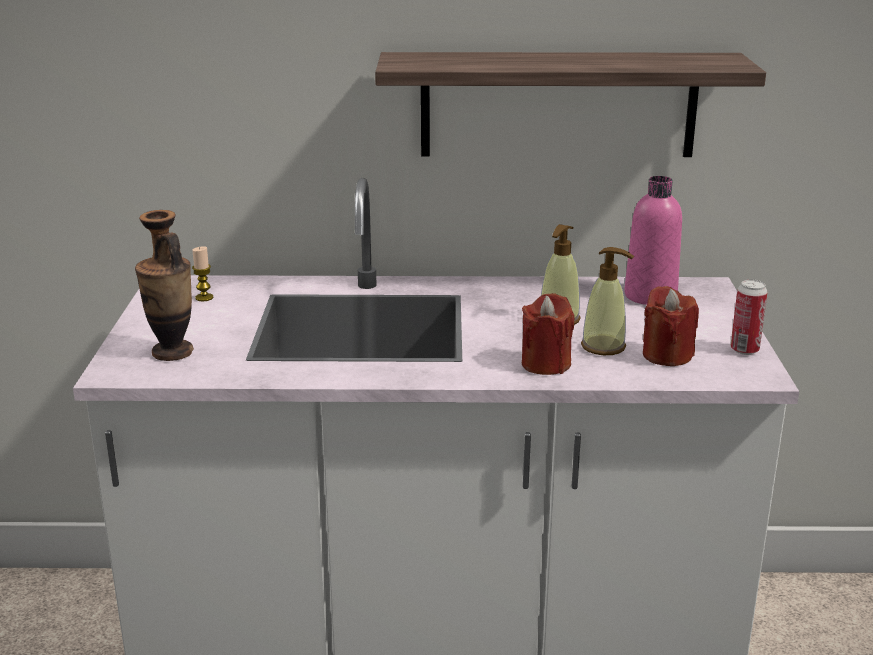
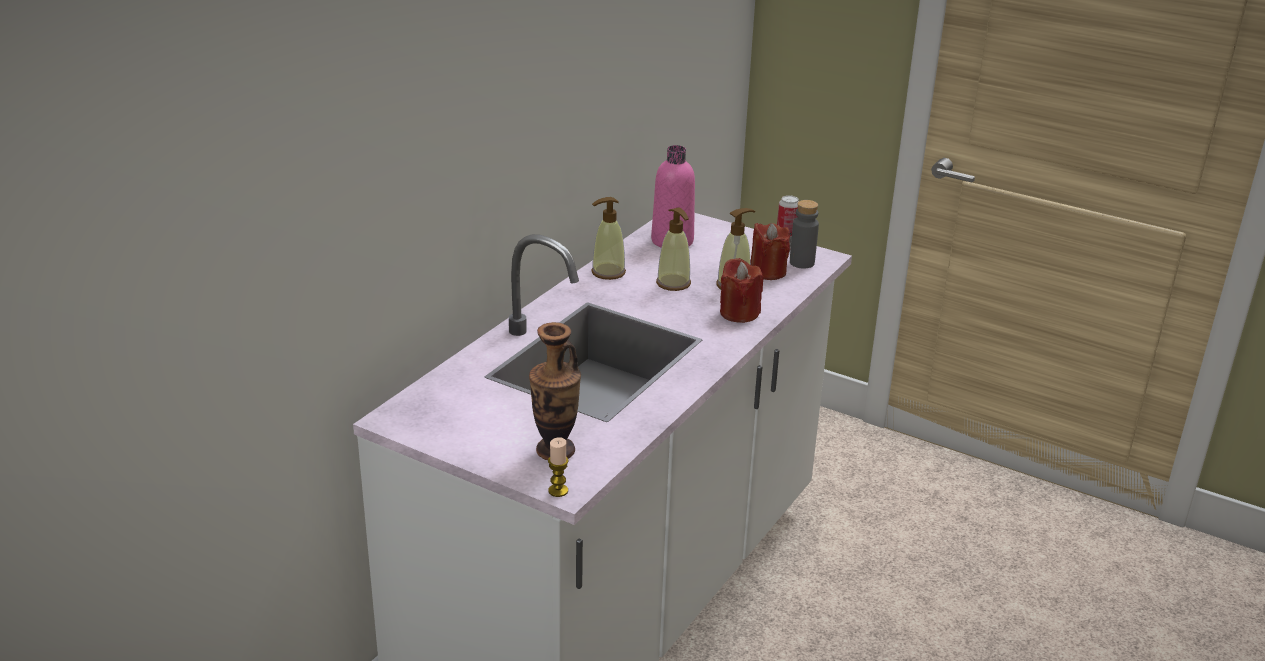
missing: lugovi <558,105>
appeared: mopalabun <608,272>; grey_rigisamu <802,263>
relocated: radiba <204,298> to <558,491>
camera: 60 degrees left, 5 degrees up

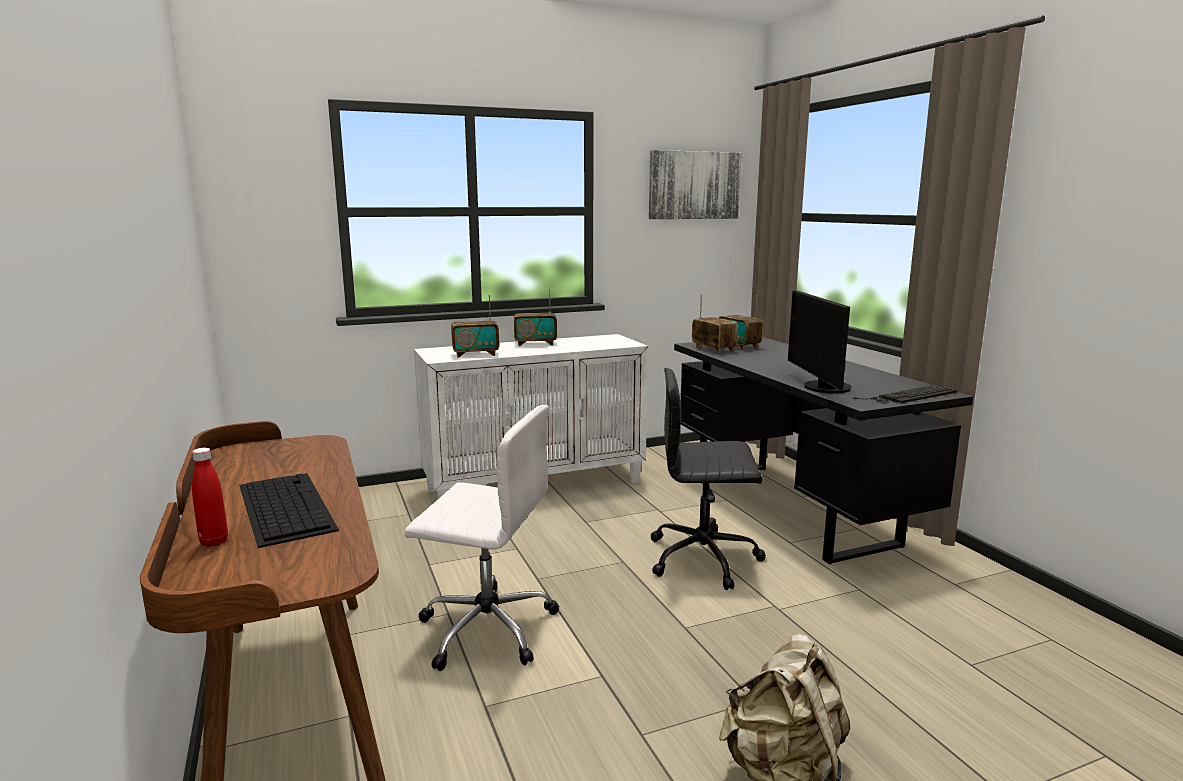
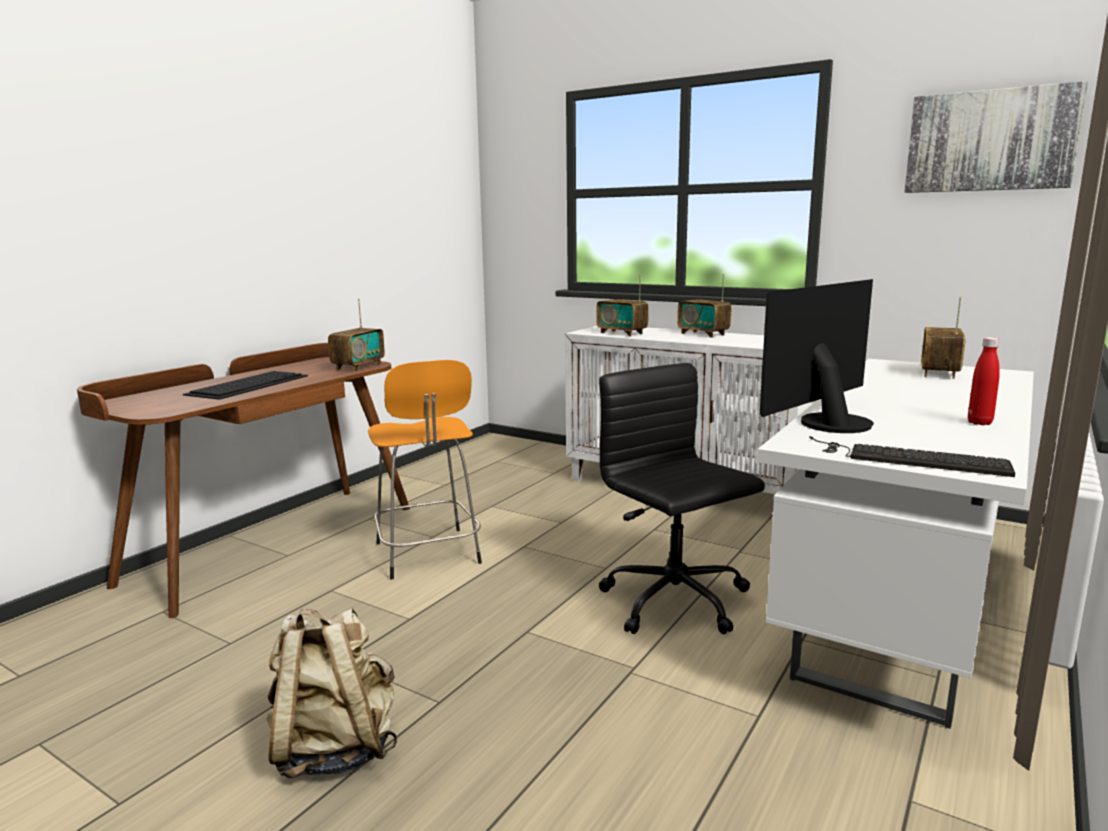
relocated: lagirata <713,349> to <358,366>; red_rigisamu <214,542> to <979,423>
exchanged: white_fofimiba <485,628> to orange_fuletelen <428,555>
colour: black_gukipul <791,508> to white_gukipul <900,617>
camera: 55 degrees right, 0 degrees up

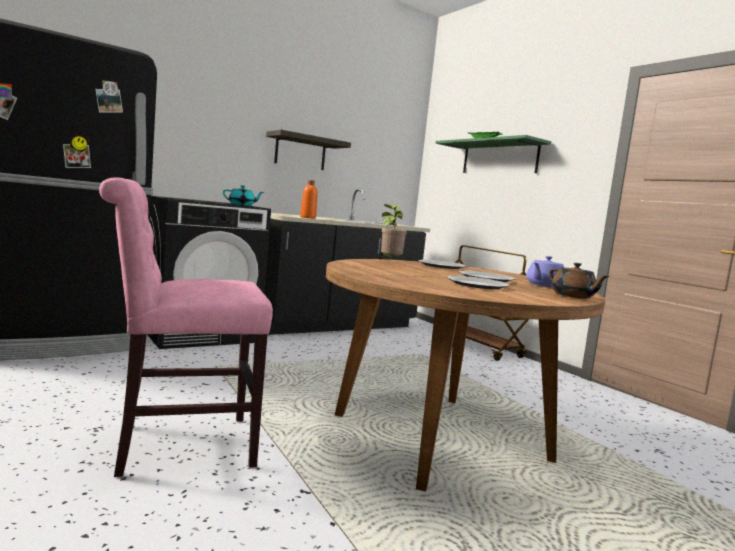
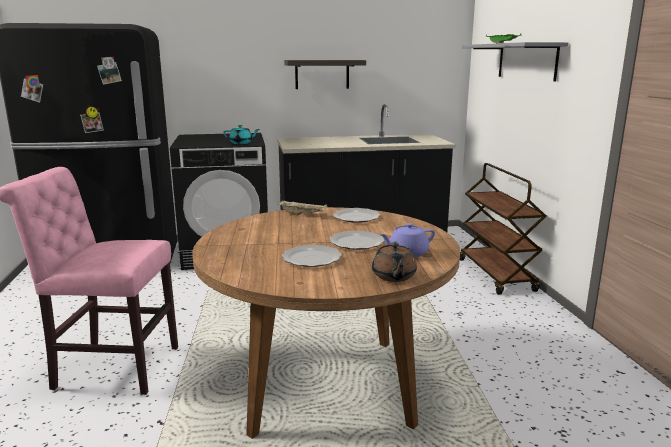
missing: orange_rigisamu <308,217>
exchanged: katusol <389,262> to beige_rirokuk <303,214>
colour: green_lugovi <499,158> to grey_lugovi <526,61>
camera: 25 degrees right, 10 degrees up

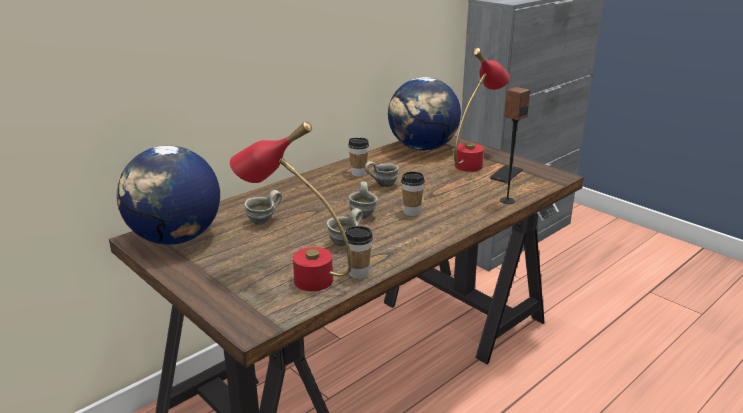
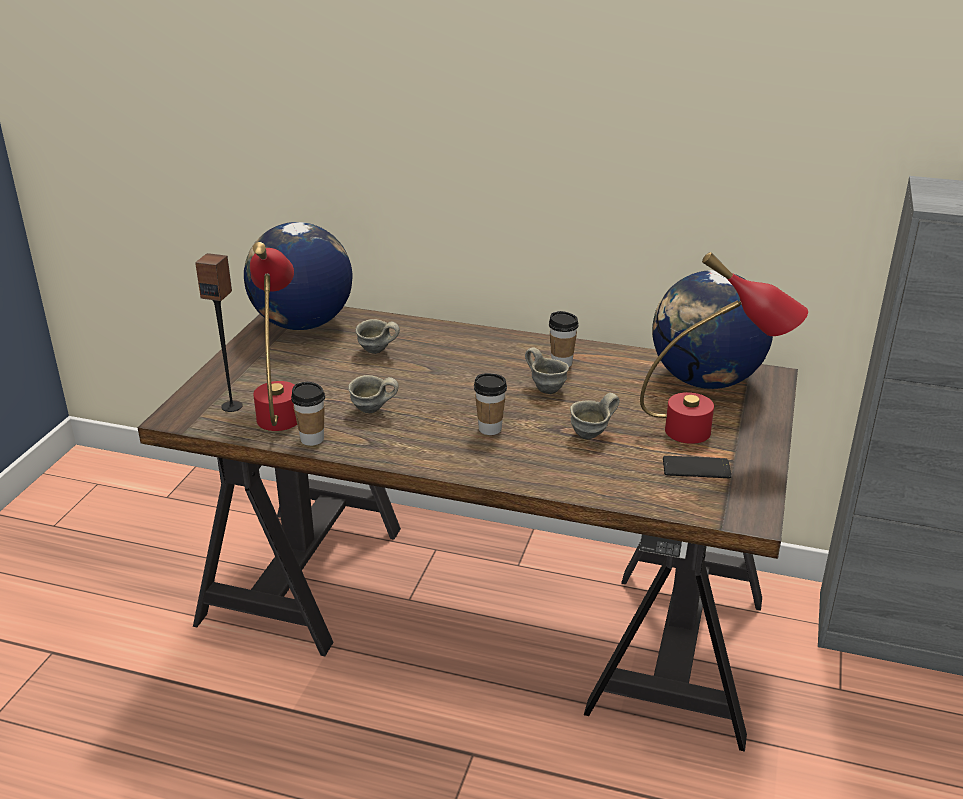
relocated: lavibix <507,201> to <232,406>; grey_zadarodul <364,214> to <593,435>
camera: 60 degrees right, 5 degrees up

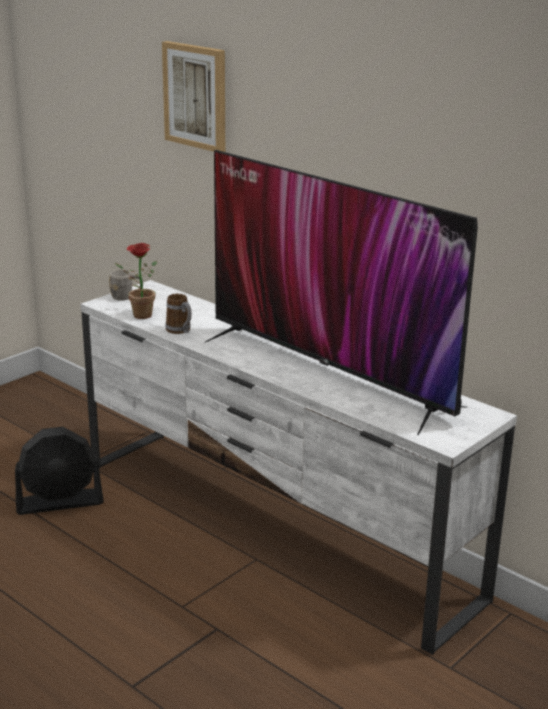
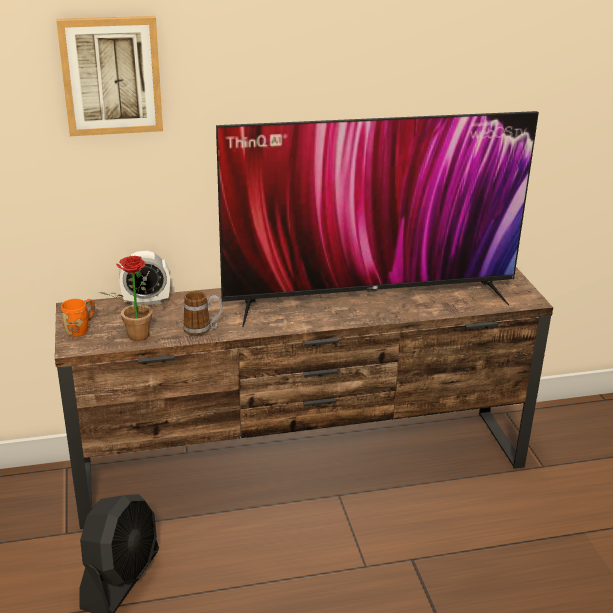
appeared: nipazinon <146,301>
colour: grey_zadarodul <126,297> to orange_zadarodul <81,329>; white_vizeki <273,527> to brown_vizeki <305,466>
camera: 55 degrees left, 5 degrees up

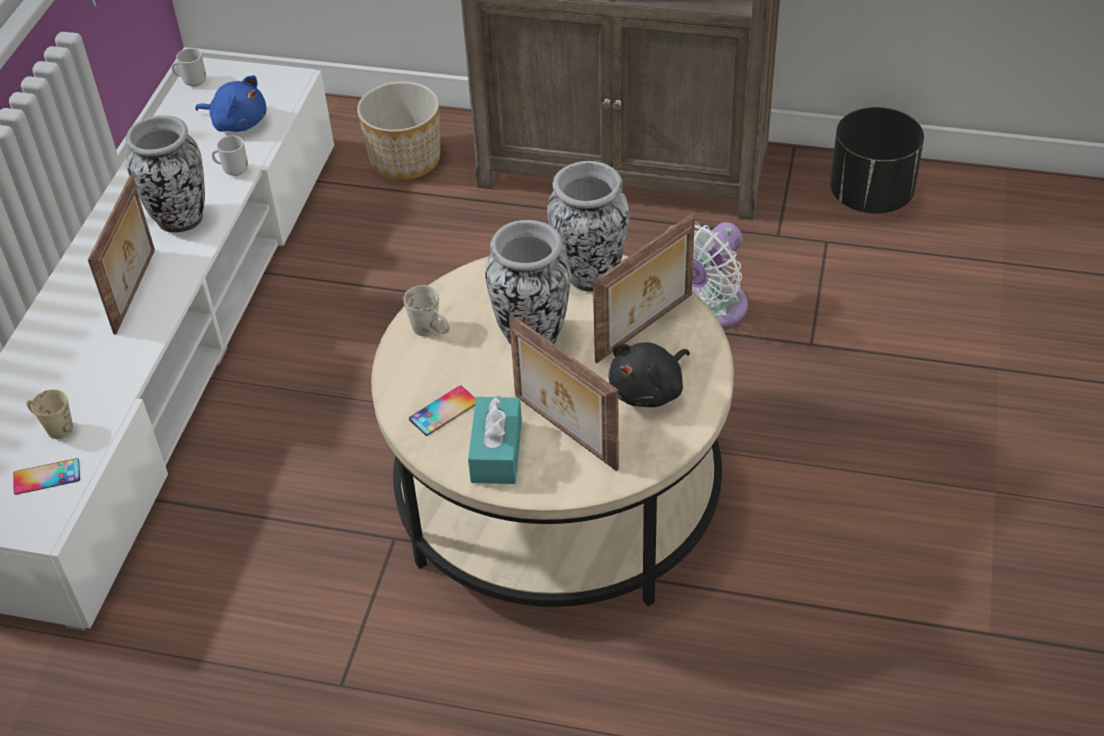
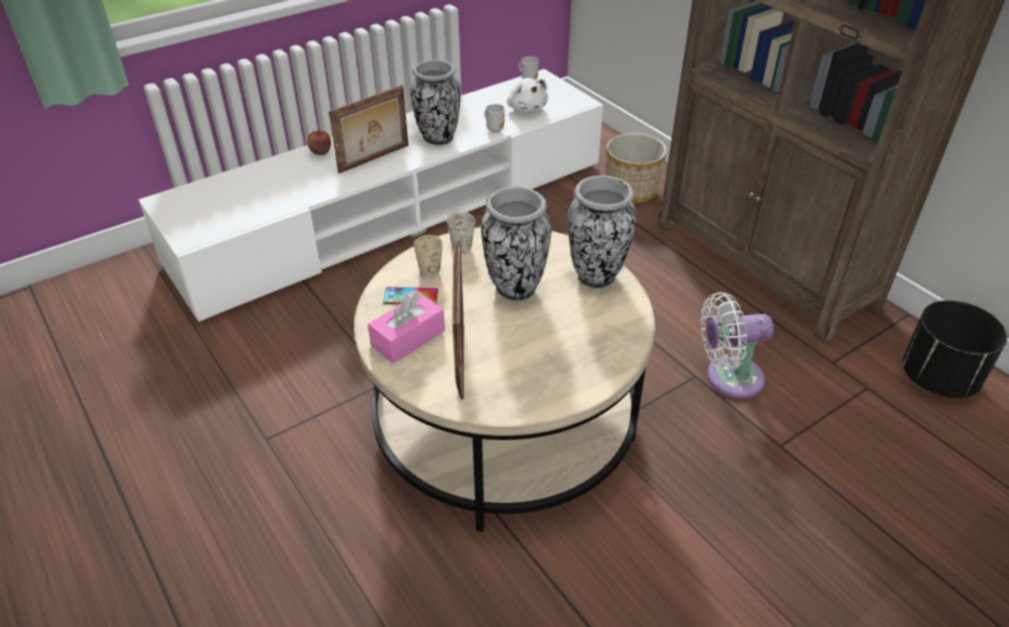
missing: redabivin <646,329>; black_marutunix <649,390>; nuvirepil <47,477>
appeared: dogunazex <321,153>
relocated: beige_zadarodul <53,427> to <427,266>
colour: blue_marutunix <238,122> to white_marutunix <526,108>; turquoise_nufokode <496,451> to pink_nufokode <408,338>
camera: 40 degrees right, 5 degrees down

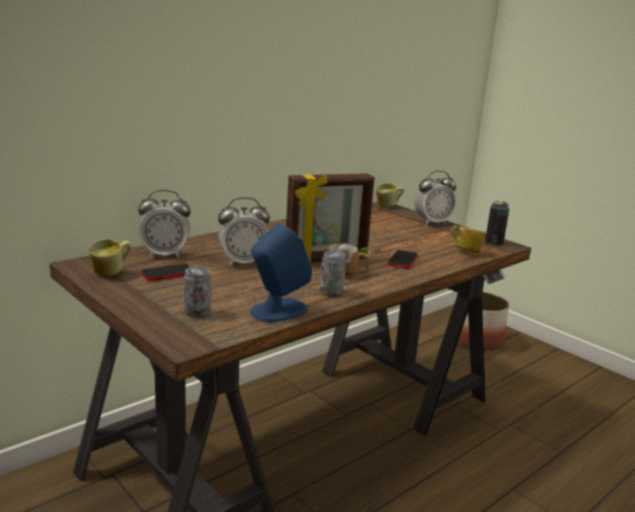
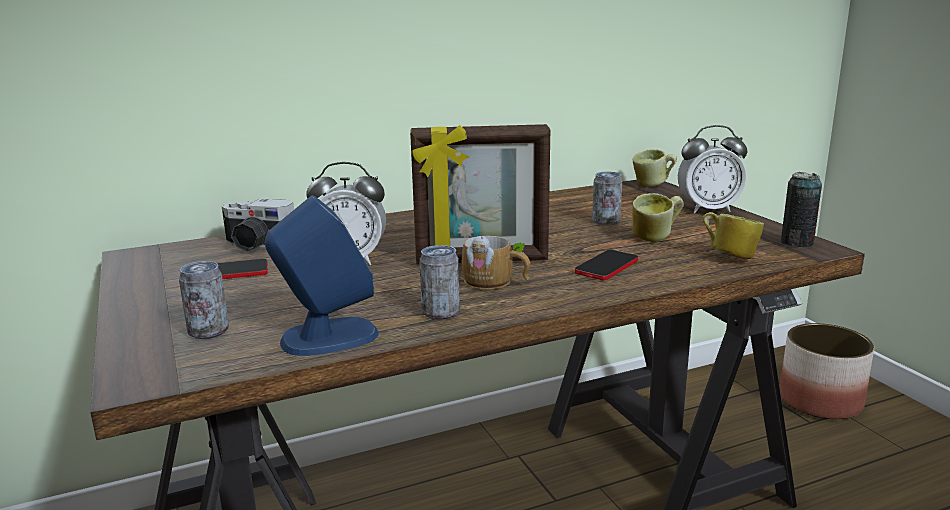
appeared: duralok <606,221>
relocated: zadarodul <111,273> to <656,238>
exchanged: nipazinon <165,254> to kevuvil <257,246>
camera: 20 degrees right, 0 degrees up

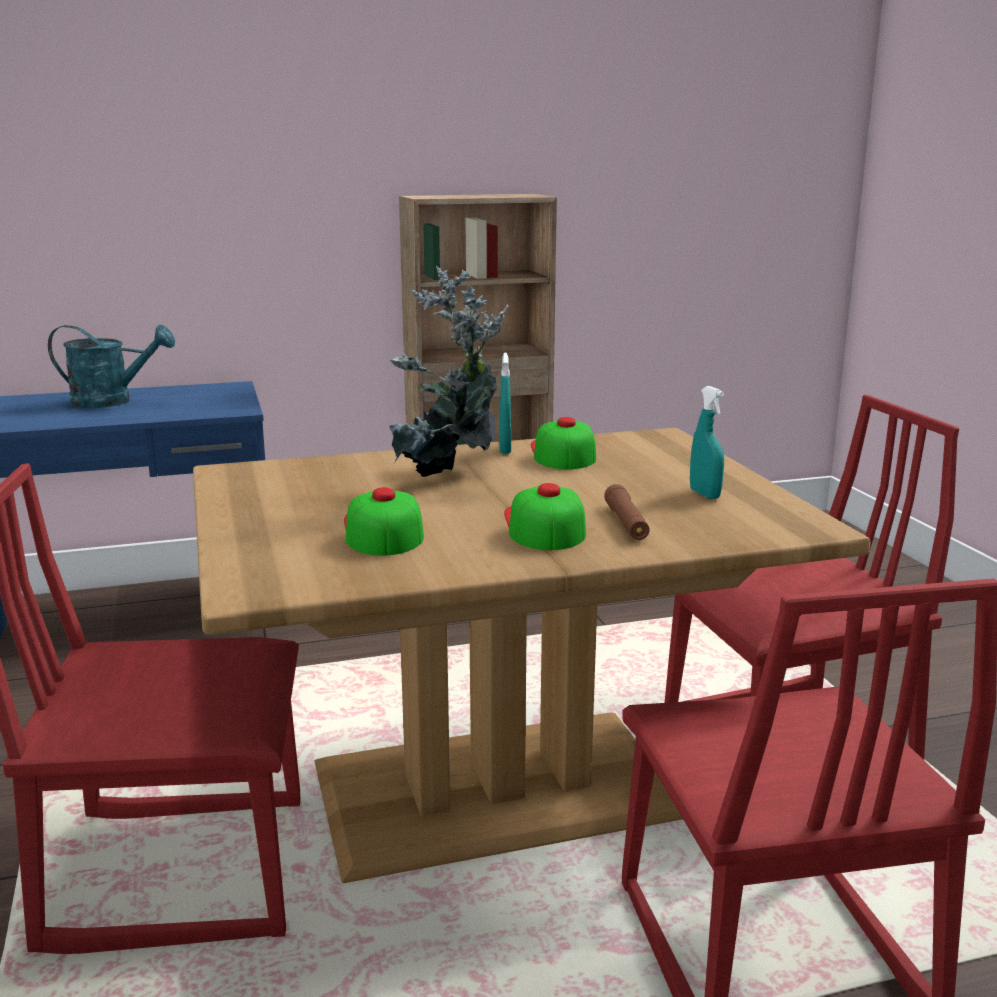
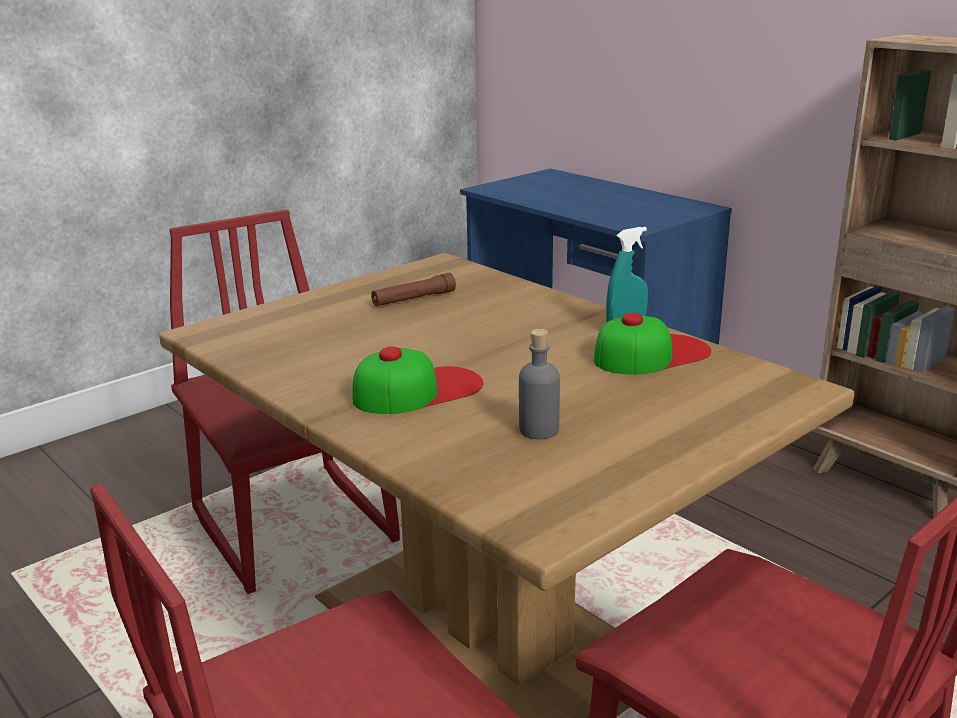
missing: katusol <450,478>; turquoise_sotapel <112,401>; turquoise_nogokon <704,494>; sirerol <382,529>
appeared: grey_rigisamu <538,430>
relocated: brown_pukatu <626,523> to <413,299>
camera: 65 degrees right, 5 degrees up

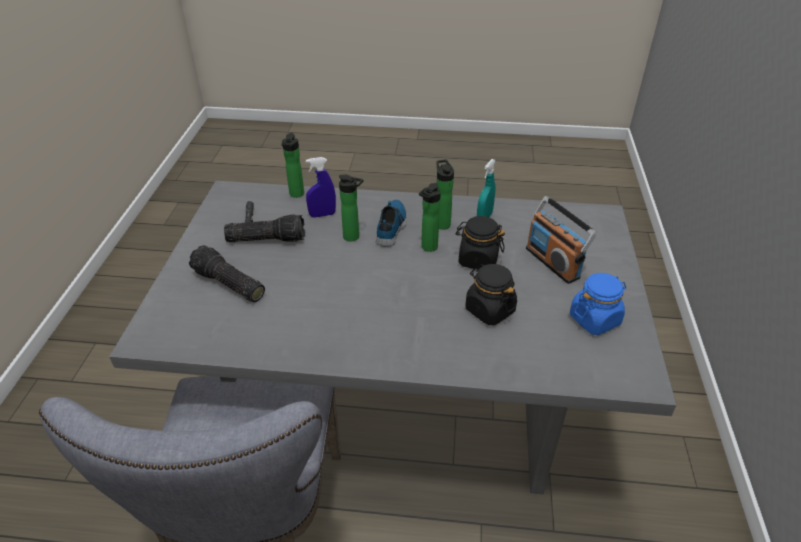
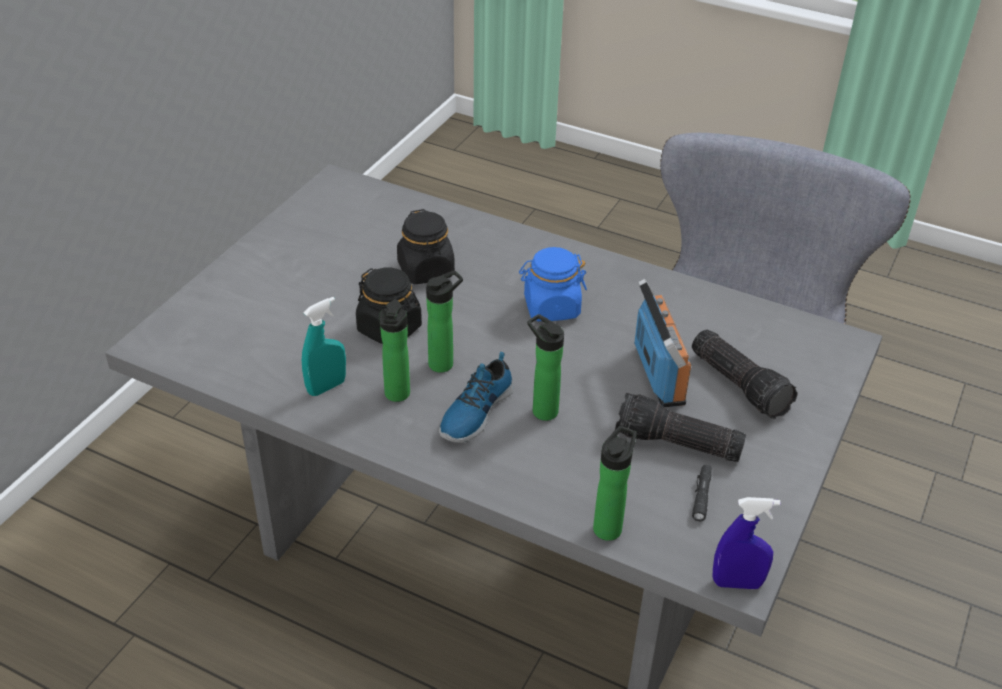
relocated: blue_nogokon <322,215> to <737,583>; lagirata <553,262> to <659,374>; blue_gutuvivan <594,319> to <551,307>
camera: 160 degrees left, 0 degrees up

